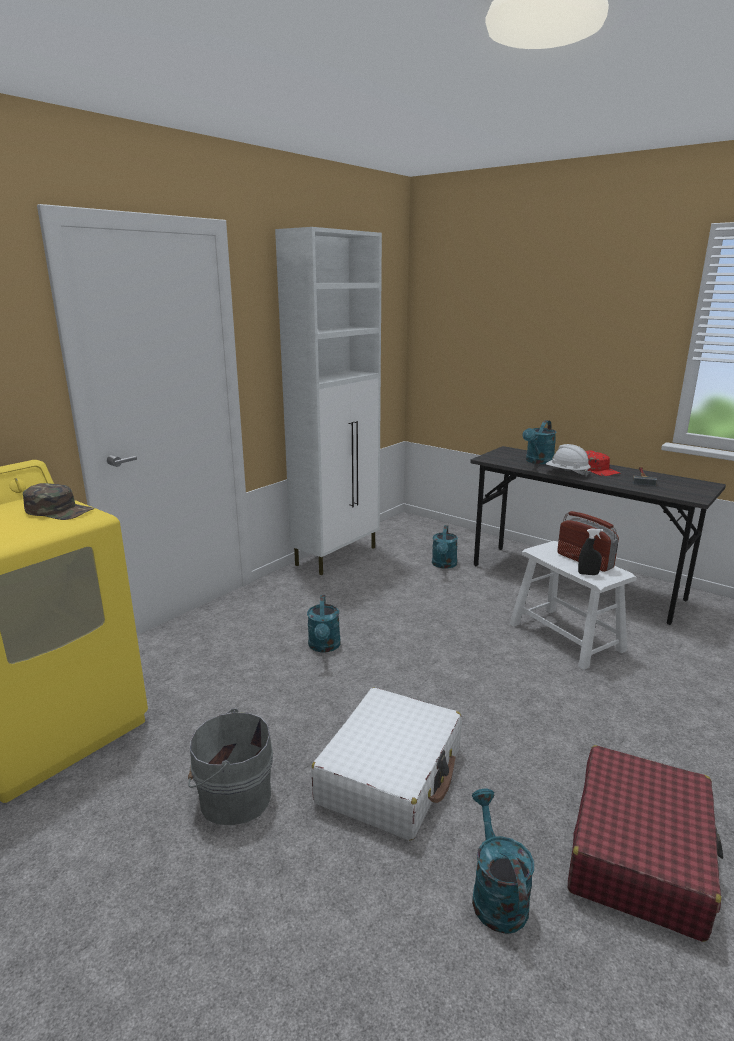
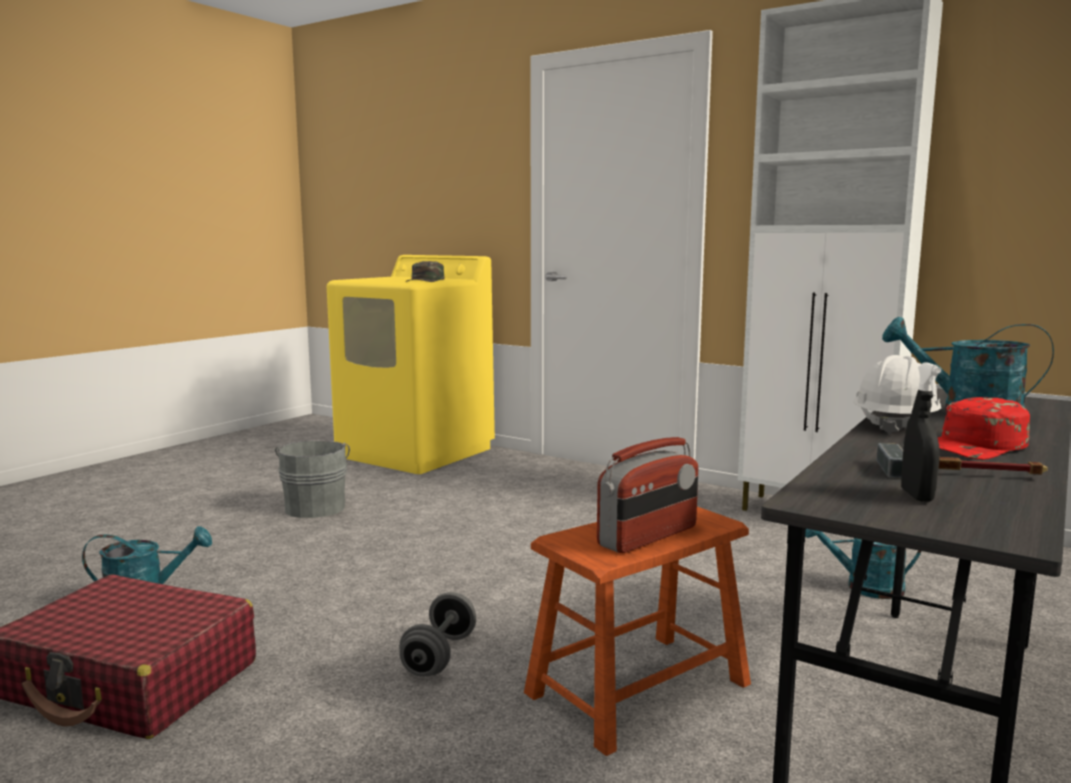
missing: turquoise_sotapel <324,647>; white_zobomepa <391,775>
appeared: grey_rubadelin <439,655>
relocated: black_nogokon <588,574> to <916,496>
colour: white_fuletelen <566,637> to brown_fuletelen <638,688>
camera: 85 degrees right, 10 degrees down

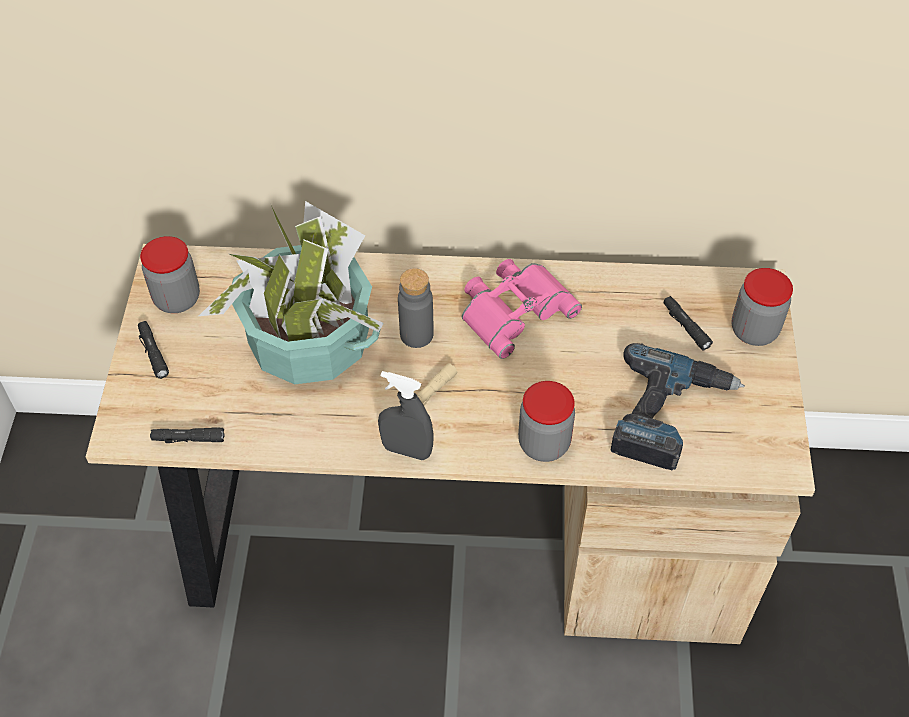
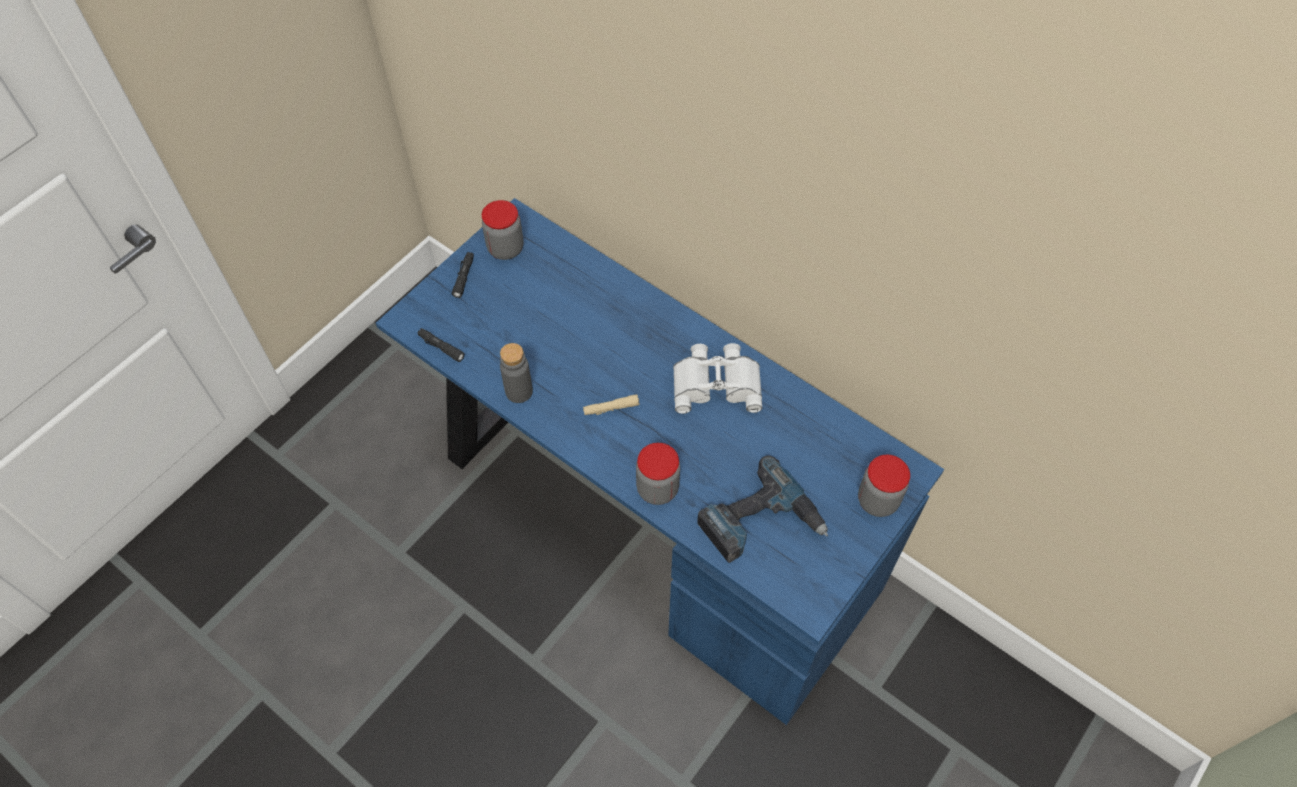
missing: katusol <310,341>; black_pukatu <685,326>; grey_nogokon <407,450>
relocated: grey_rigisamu <416,334> to <519,391>
colour: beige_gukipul <454,532> to blue_gukipul <649,518>; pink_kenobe <514,309> to white_kenobe <717,382>
camera: 35 degrees right, 5 degrees up

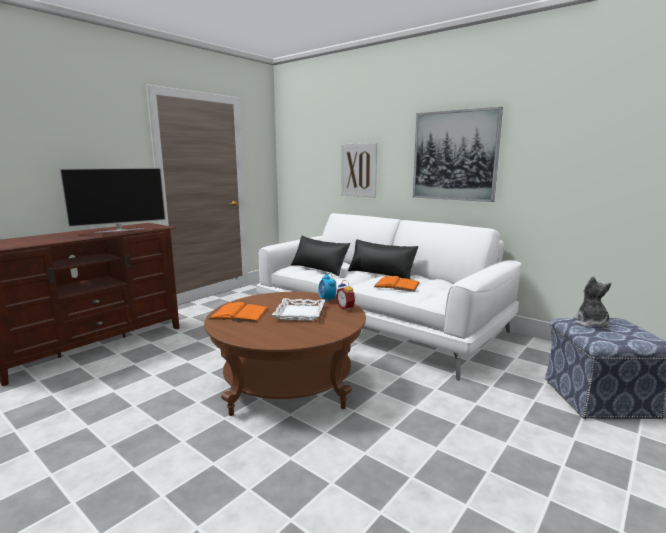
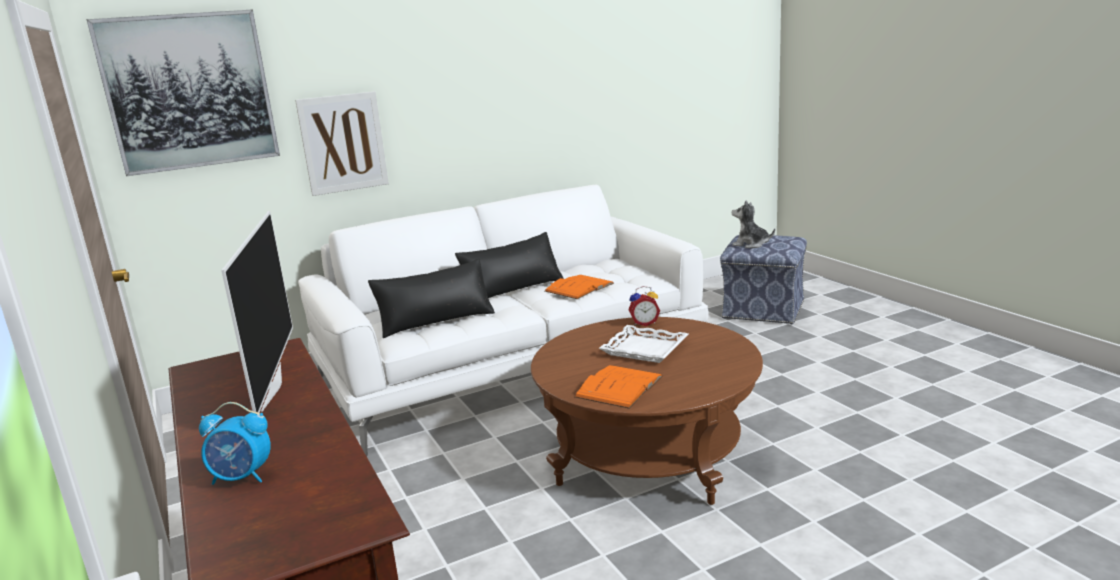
relocated: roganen <454,156> to <189,91>; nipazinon <327,300> to <242,478>
camera: 65 degrees left, 5 degrees up

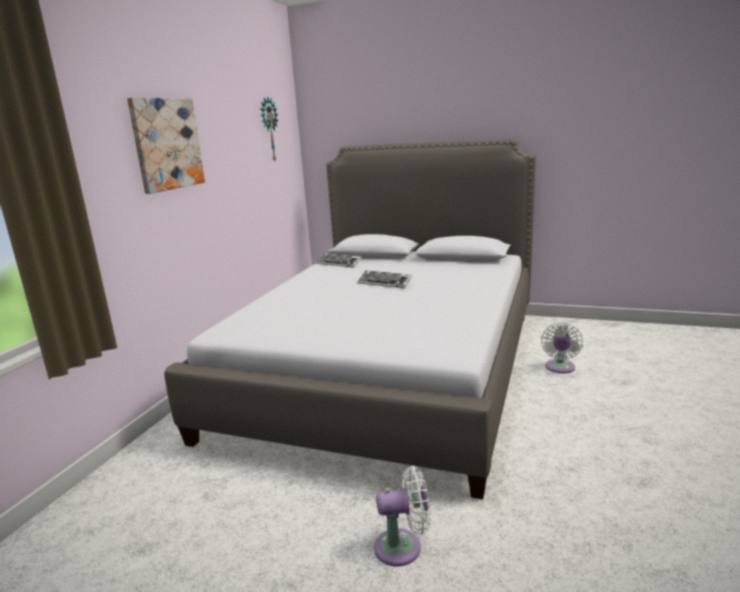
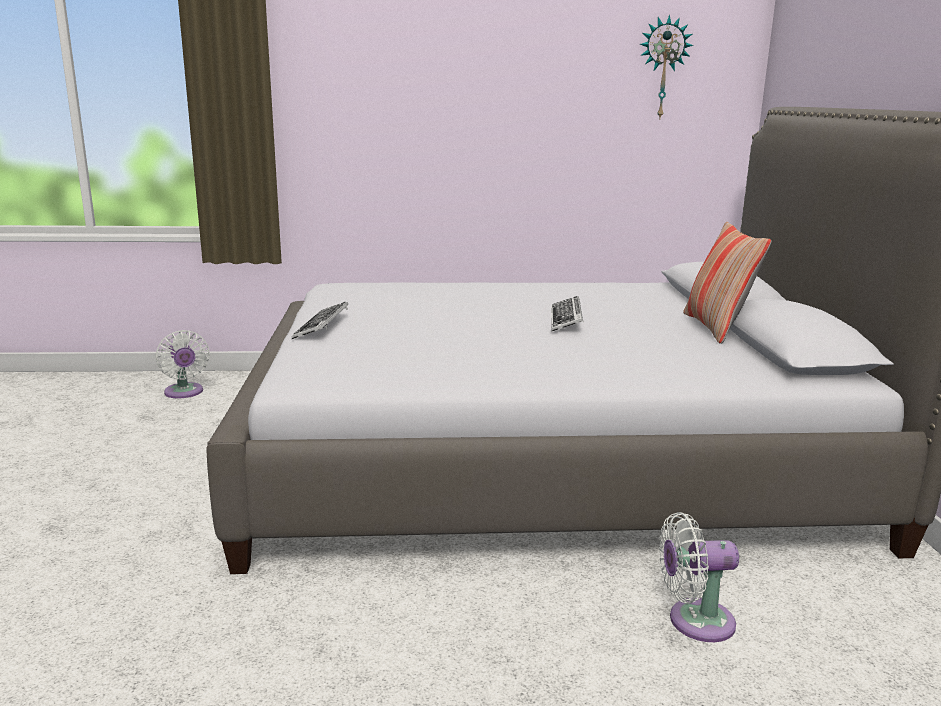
missing: roganen <166,144>
appeared: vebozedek <716,328>
relocated: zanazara <339,263> to <322,326>; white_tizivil <403,547> to <184,393>
camera: 65 degrees right, 0 degrees up

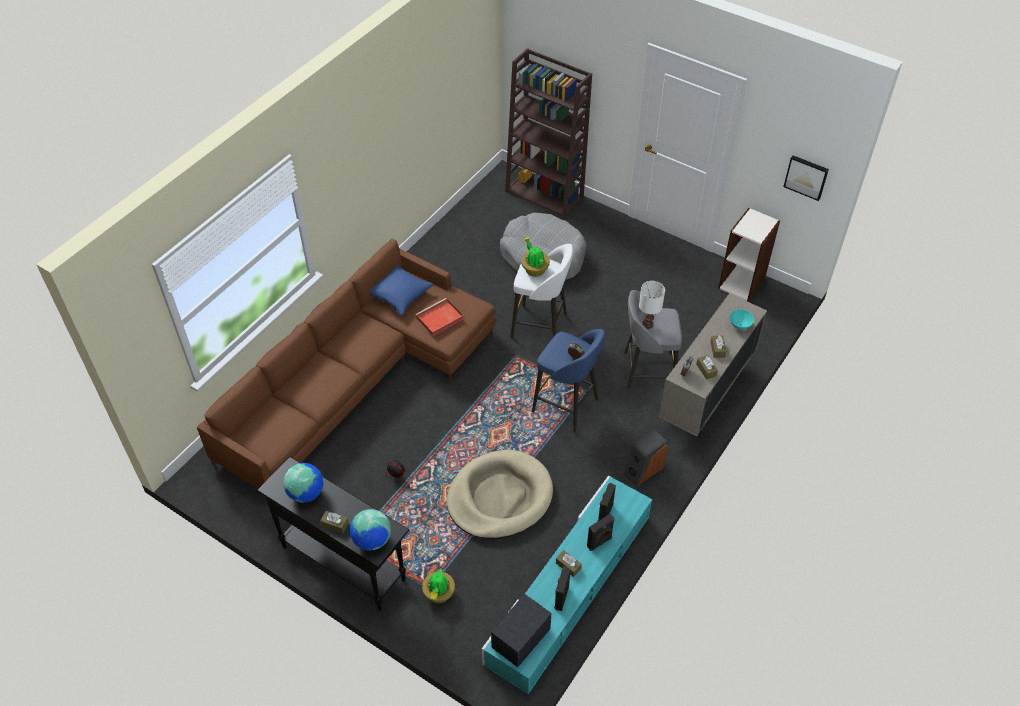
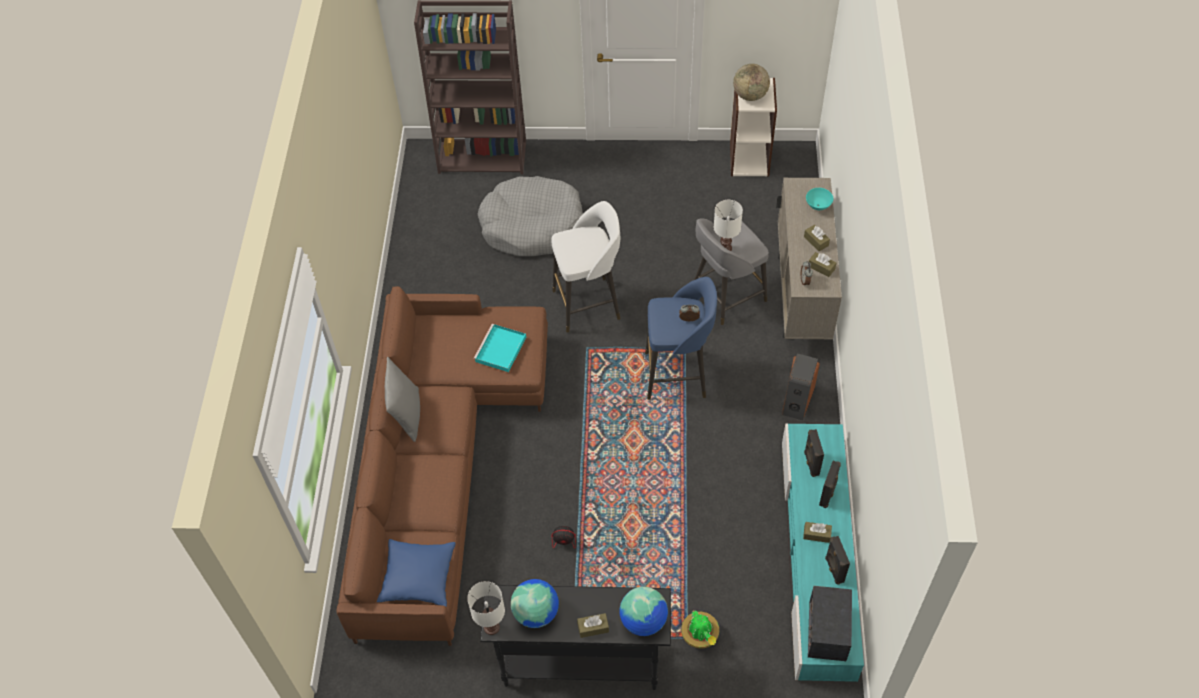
missing: roganen <806,177>; katusol <534,269>; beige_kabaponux <499,497>
appeared: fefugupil <750,95>; grey_vebozedek <407,415>; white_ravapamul <492,627>
relocated: blue_vebozedek <399,295> to <418,577>
colour: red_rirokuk <439,319> to turquoise_rirokuk <500,350>
camera: 30 degrees left, 5 degrees up

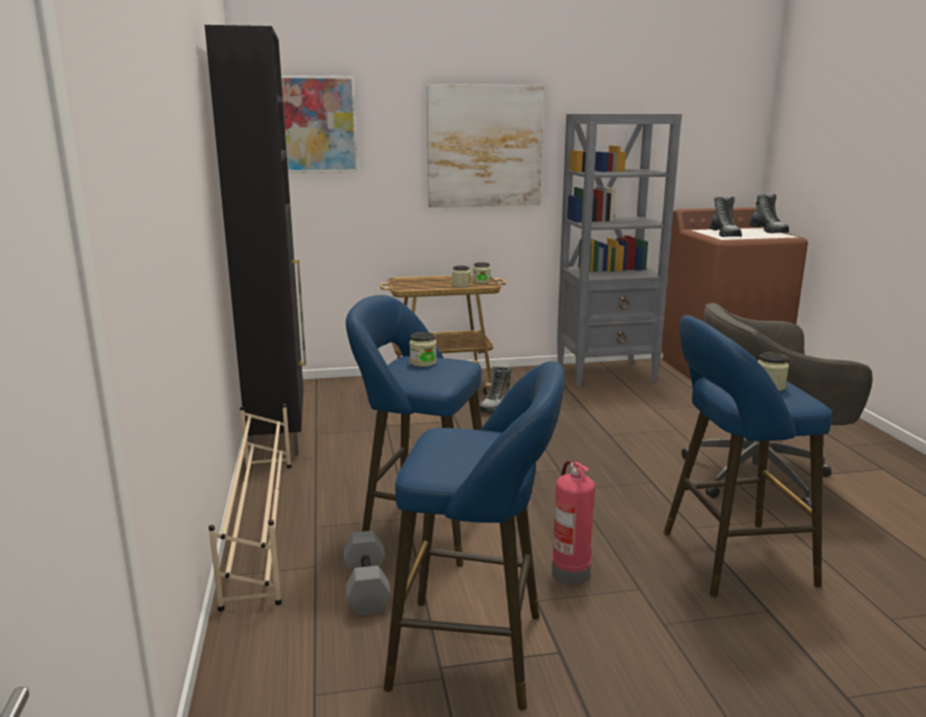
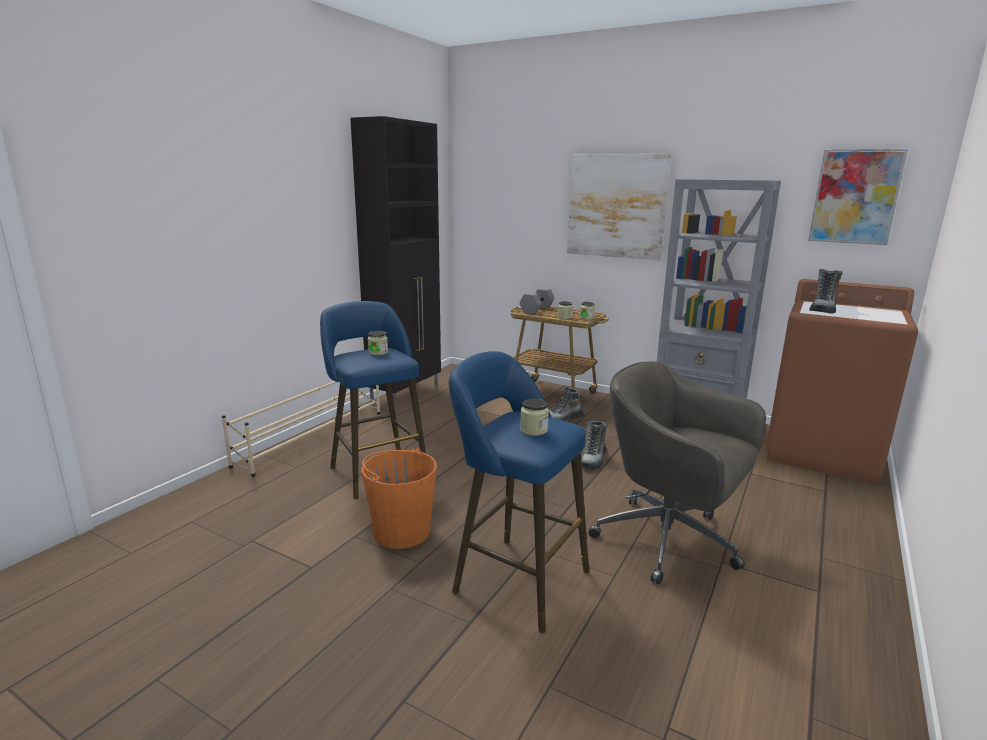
missing: blue_fuletelen <478,652>
relocated: roganen <319,124> to <855,197>; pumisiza <768,231> to <593,459>; grey_rubadelin <365,587> to <536,309>
exchanged: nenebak <569,572> to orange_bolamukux <401,531>
camera: 40 degrees right, 0 degrees up

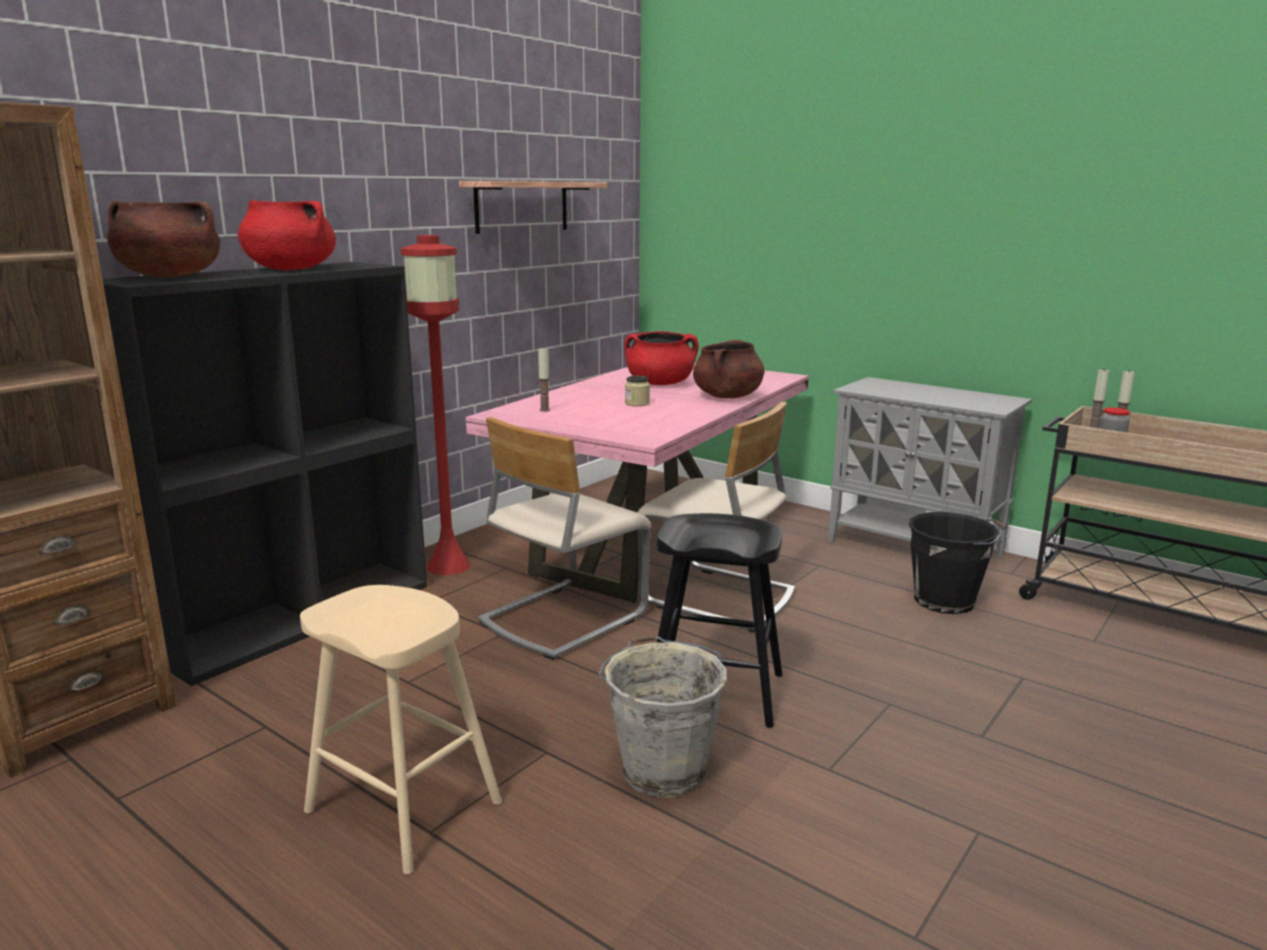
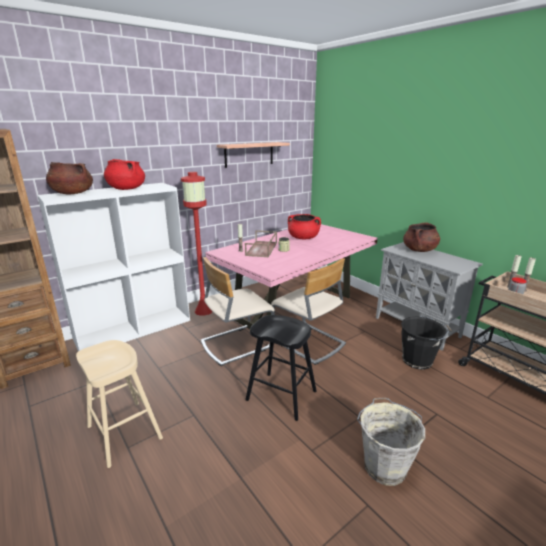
appeared: brown_rirokuk <262,249>
relocated: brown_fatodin <727,396> to <419,250>; grey_bolamukux <662,769> to <384,465>
colour: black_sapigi <298,617> to white_sapigi <134,329>
camera: 15 degrees right, 5 degrees up

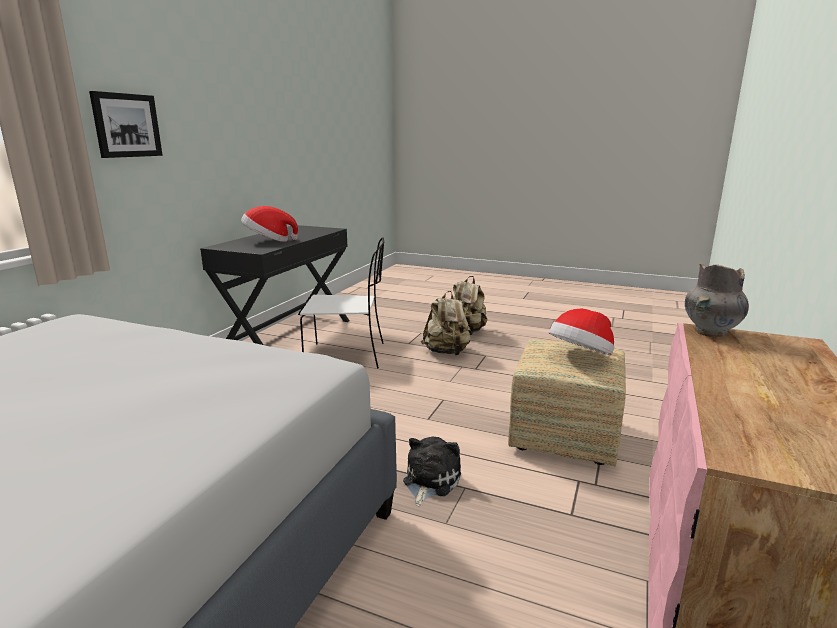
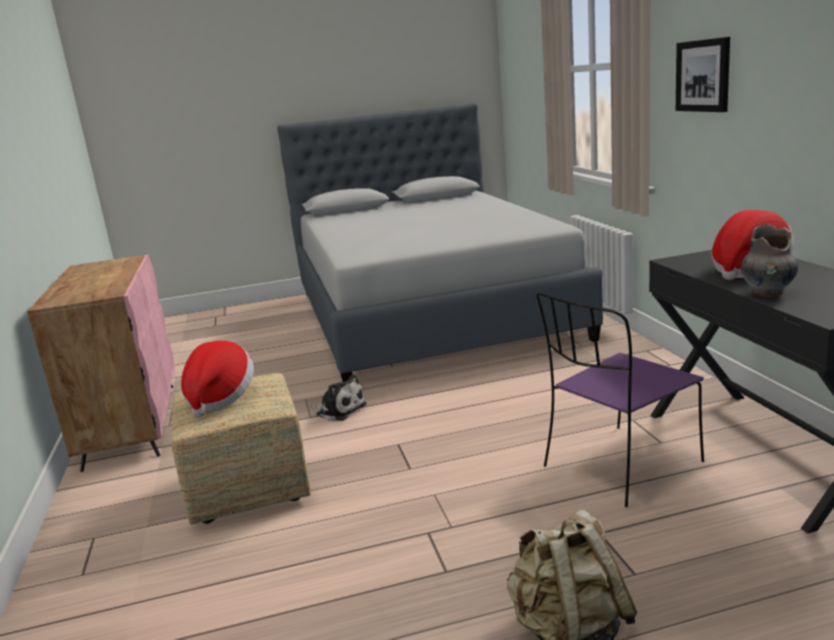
missing: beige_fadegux <447,352>
relocated: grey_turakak <710,332> to <767,293>
colour: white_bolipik <348,356> to purple_bolipik <619,466>
spun: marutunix <429,481> = <339,410> 45 degrees counterclockwise
camera: 145 degrees right, 0 degrees up

